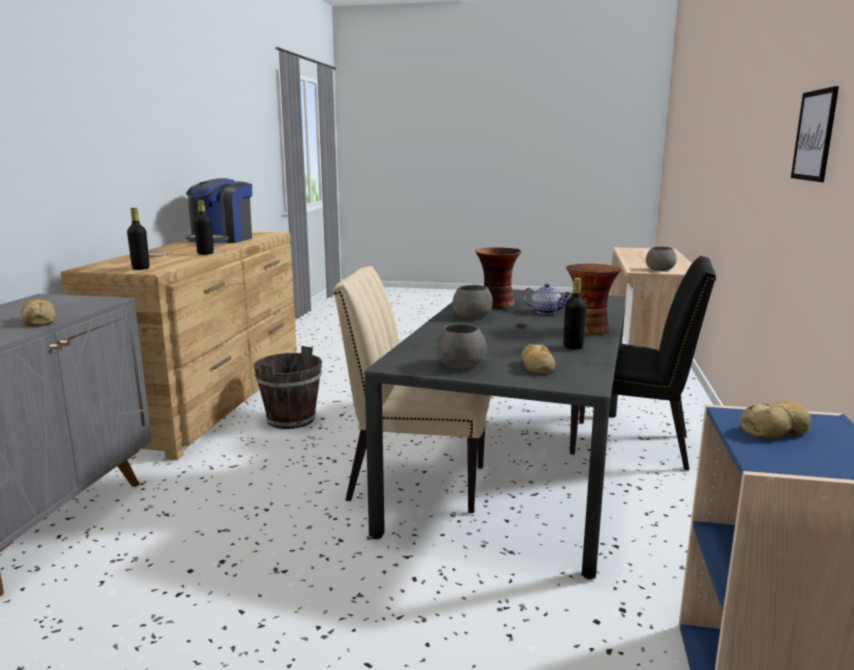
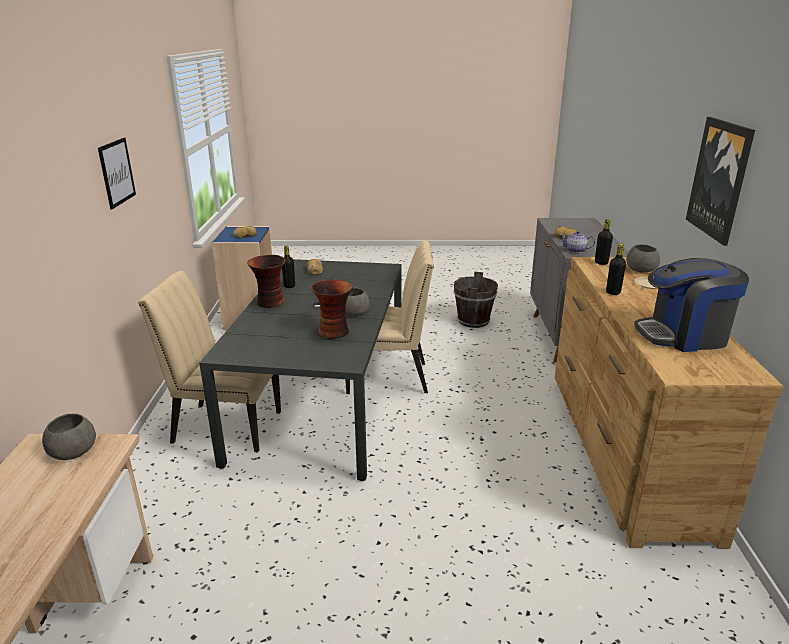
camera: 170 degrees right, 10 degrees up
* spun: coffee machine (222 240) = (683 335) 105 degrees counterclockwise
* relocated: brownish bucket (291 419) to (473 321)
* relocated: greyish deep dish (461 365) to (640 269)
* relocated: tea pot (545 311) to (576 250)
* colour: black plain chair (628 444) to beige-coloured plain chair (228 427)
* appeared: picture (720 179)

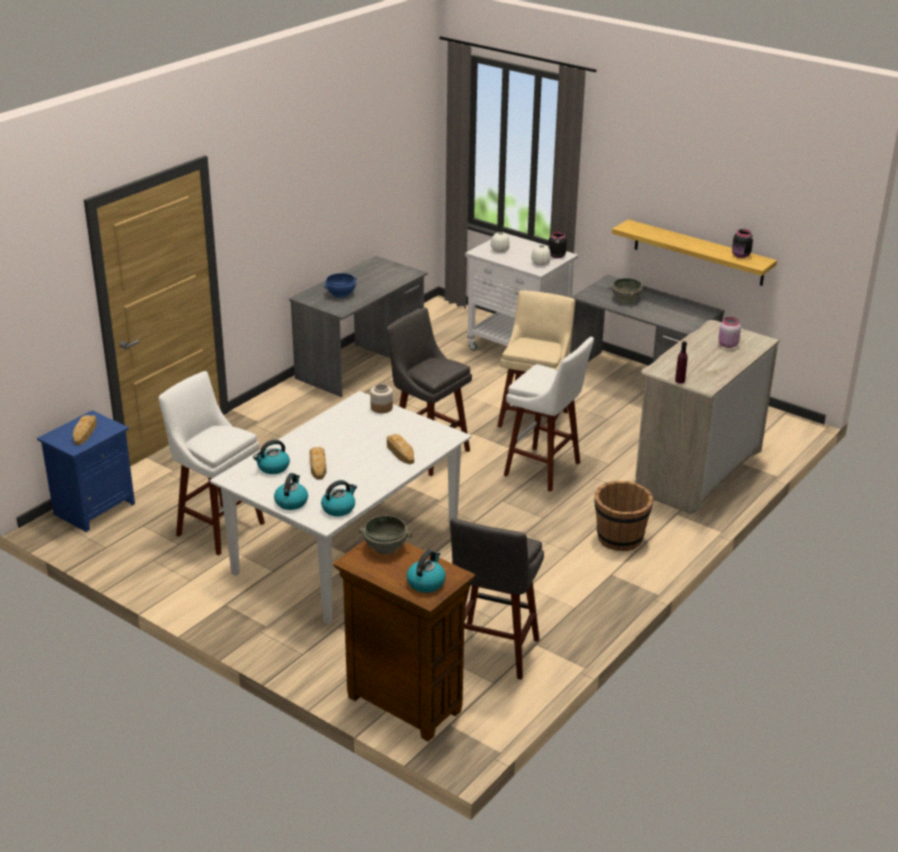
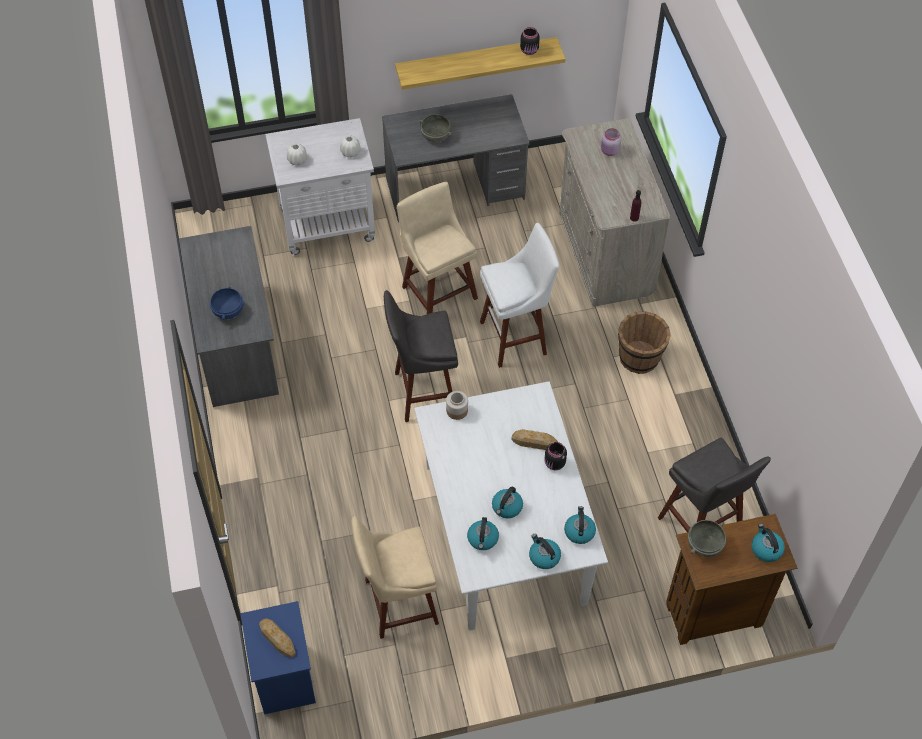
camera: 50 degrees left, 25 degrees up
* exchanged: white sitting stool (218 527) to beige-coloured plain chair (396 602)
* exchanged: bread (318 466) to kettle (507 507)
* relocated: black jar (556 256) to (554 464)

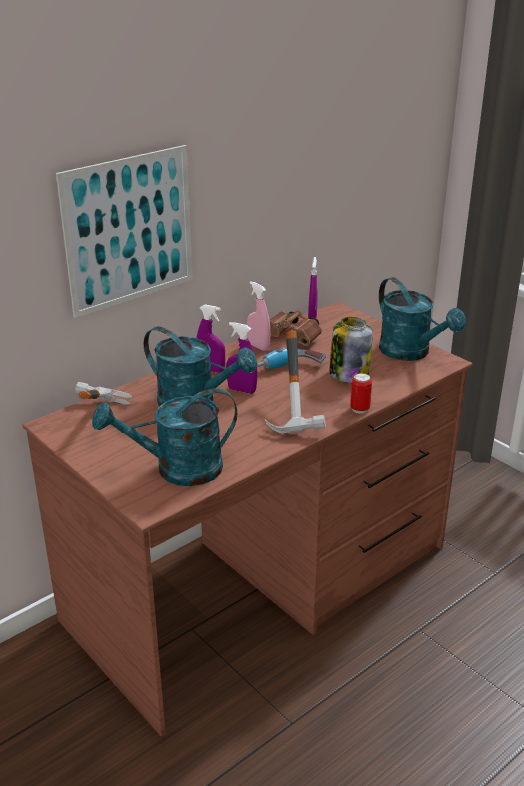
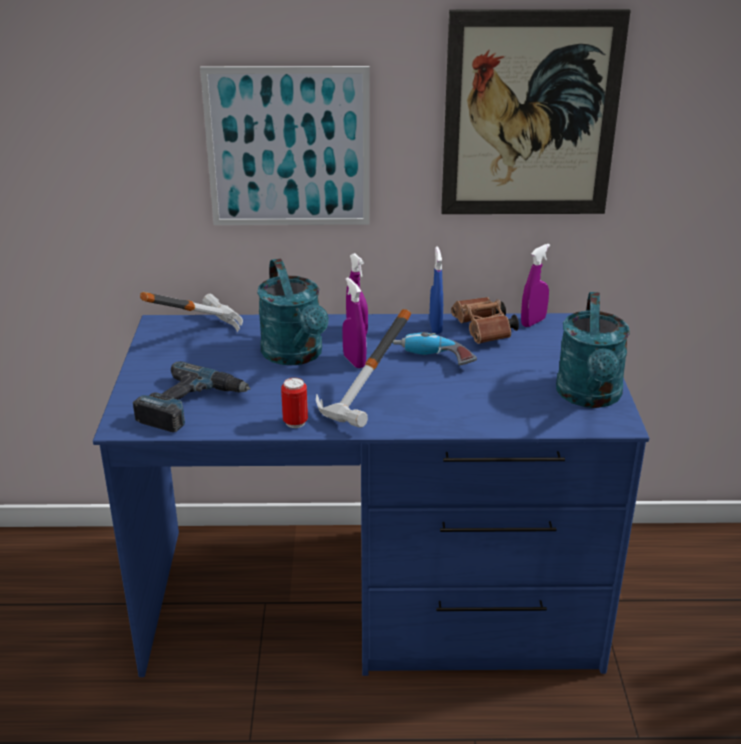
camera: 40 degrees right, 0 degrees up
* colour: brownish desk unit (262 583) to blue desk unit (372 599)
* exchanged: blue-green sprinkling can (177 470) to electric drill (191 406)
* colour: pink hand sprayer (258 346) to blue hand sprayer (435 327)
* missing: jar (348 374)
* relocated: metal can (360 409) to (295 422)
* appeared: picture (530 116)

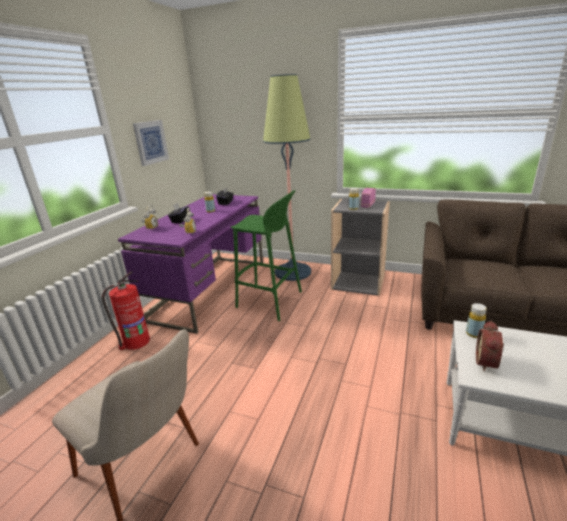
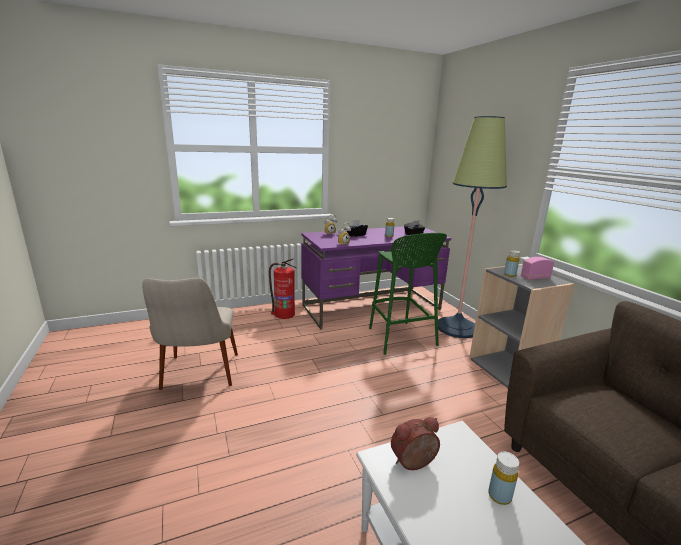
camera: 45 degrees right, 5 degrees down
* missing: picture (150 142)
* relocated: yellow drink bottle (473 333) to (499 496)

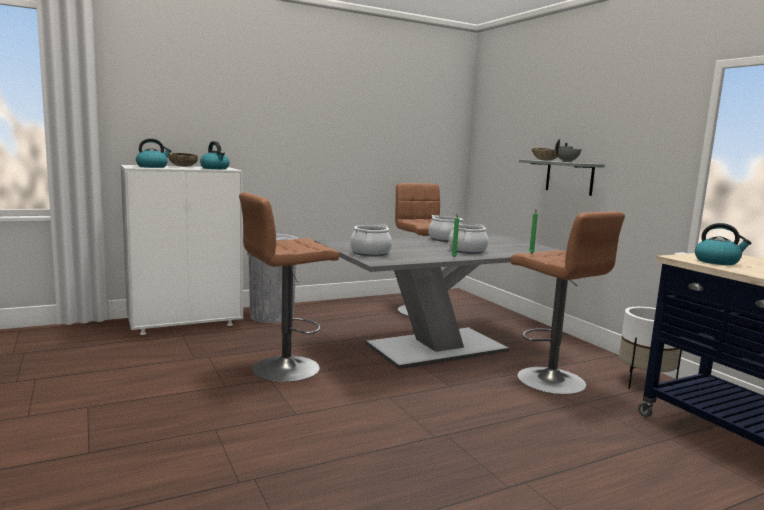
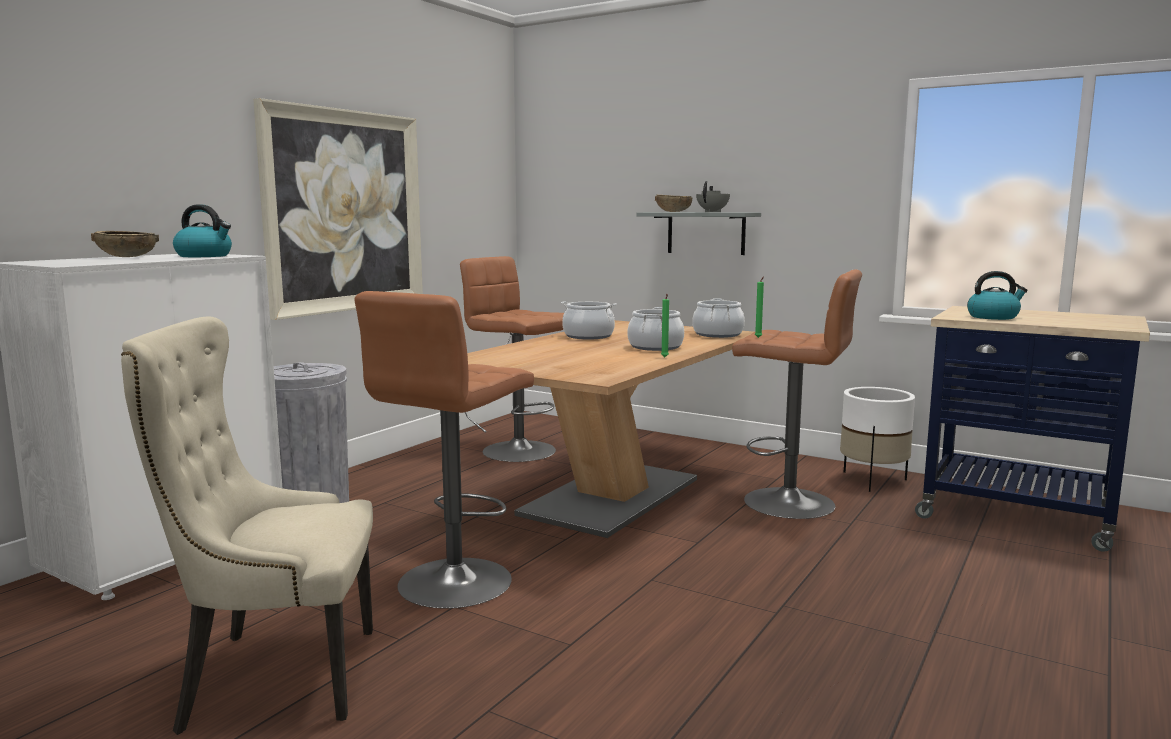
camera: 30 degrees left, 0 degrees up
* missing: kettle (152 167)
* colour: greyish dining table (437 347) to brownish dining table (611 496)
* relocated: cooking pot (370 253) to (718 334)
* appeared: beige-coloured plain chair (276 677)
* appeared: picture (345 211)

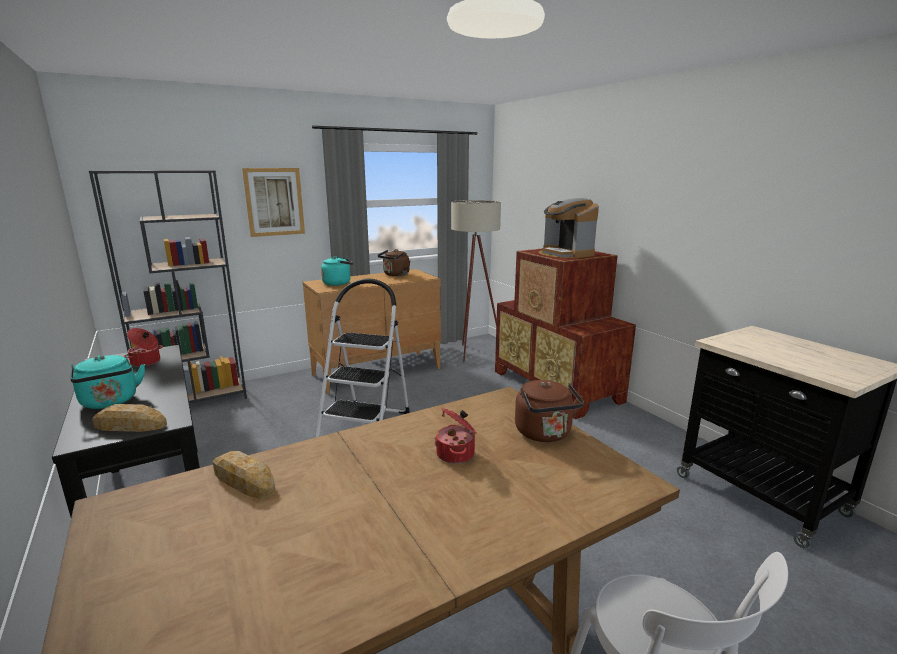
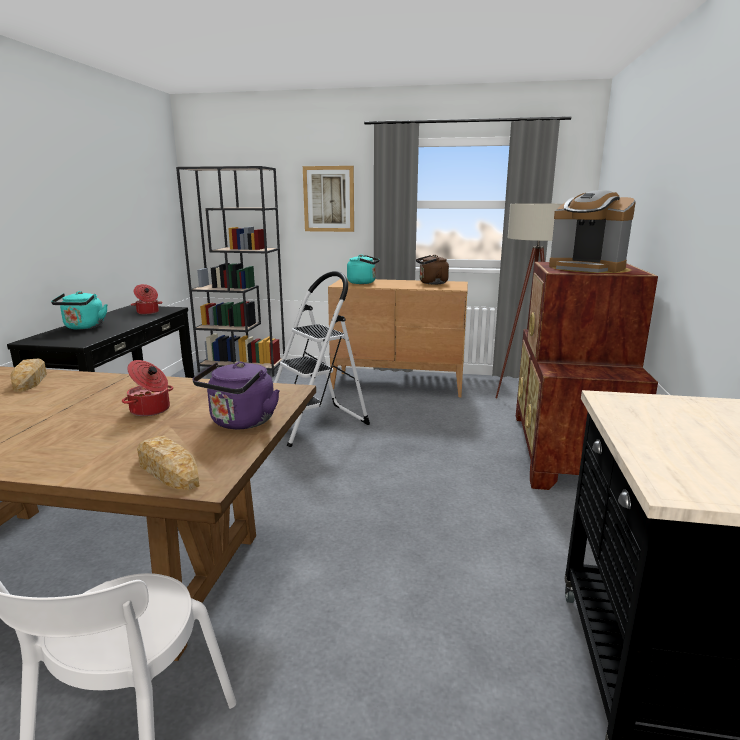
camera: 40 degrees right, 0 degrees up
* relocated: bread (130 425) to (168 470)
* colour: brownish kettle (545 434) to purplish kettle (241 423)
* spun: coffee machine (567 253) = (587 268) 60 degrees counterclockwise

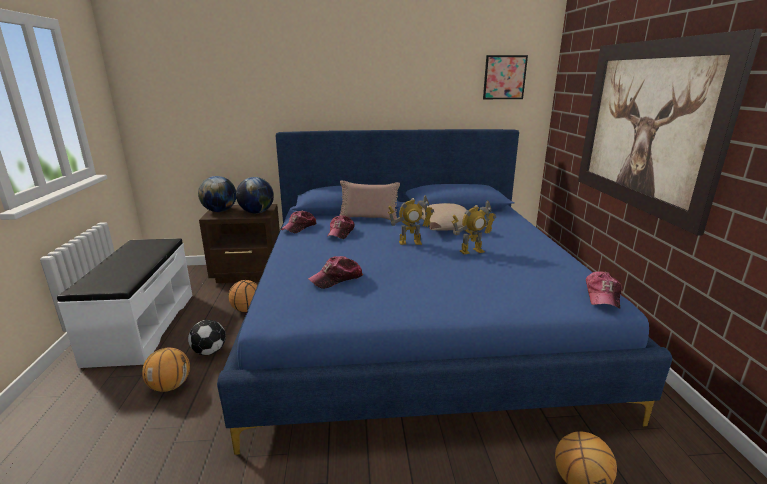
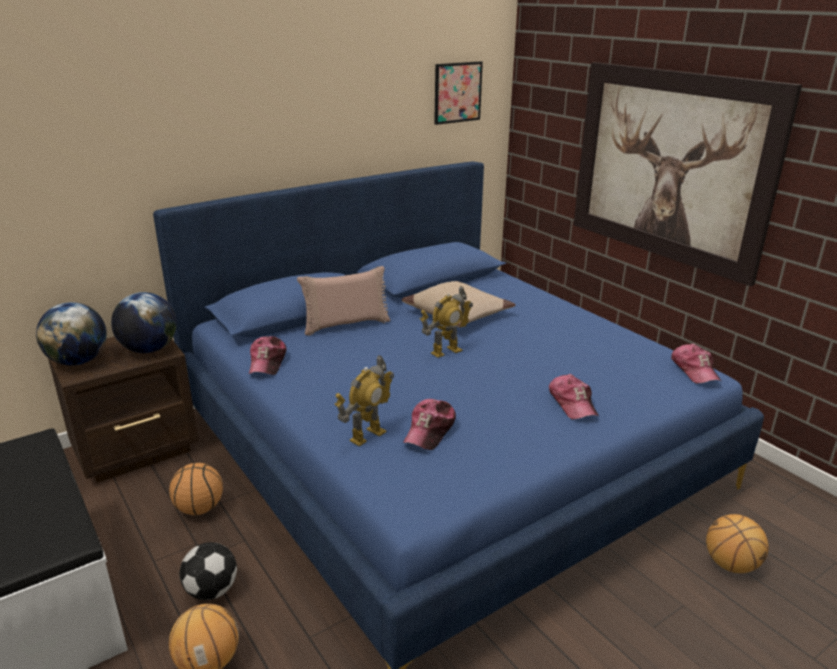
camera: 30 degrees left, 5 degrees up
* relocated: peaked cap (340 233) to (572 403)
* relocated: toy robot (471 251) to (367 435)

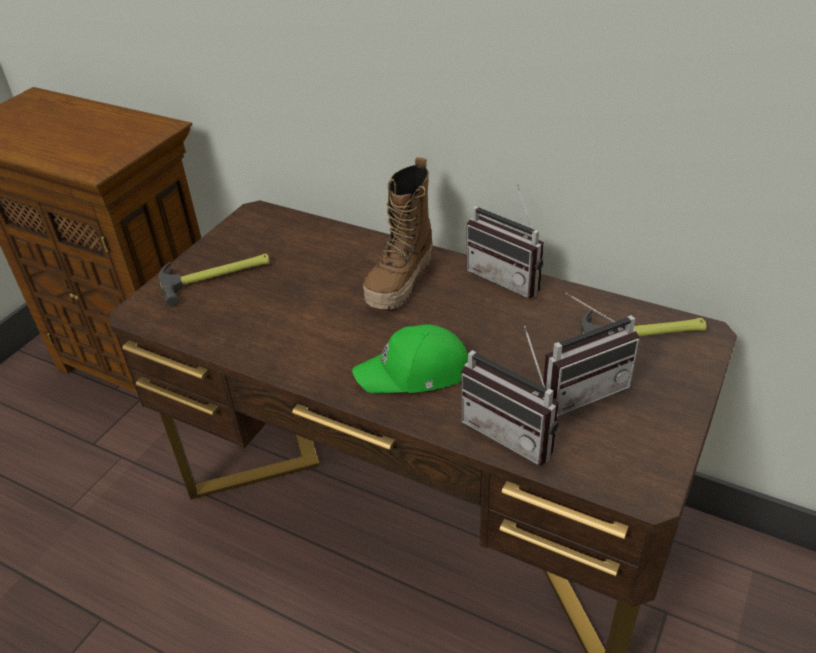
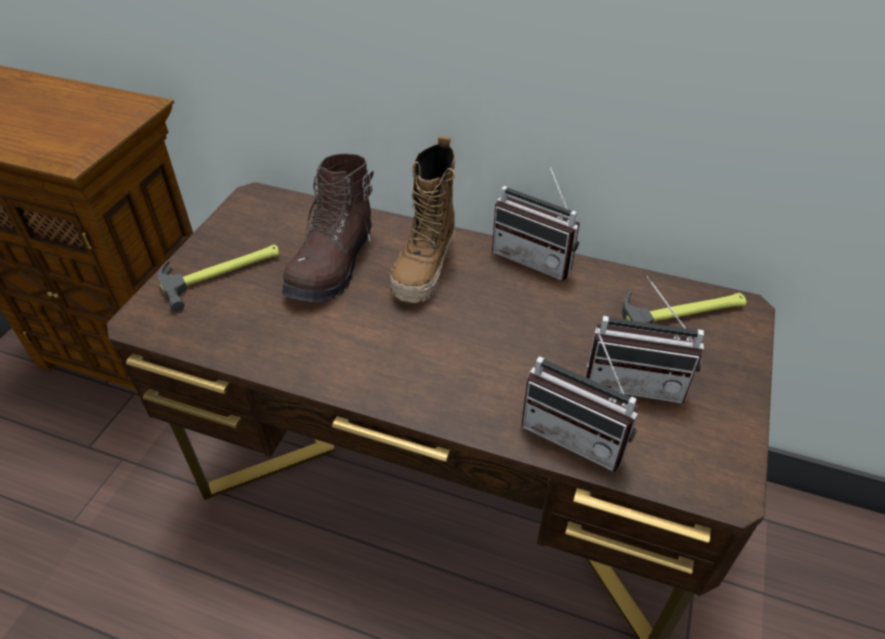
camera: 10 degrees left, 5 degrees up
* missing: green peaked cap (414 372)
* spun: radio receiver (580 389) = (635 380) 45 degrees clockwise
* appeared: brownish tall boot (334 264)

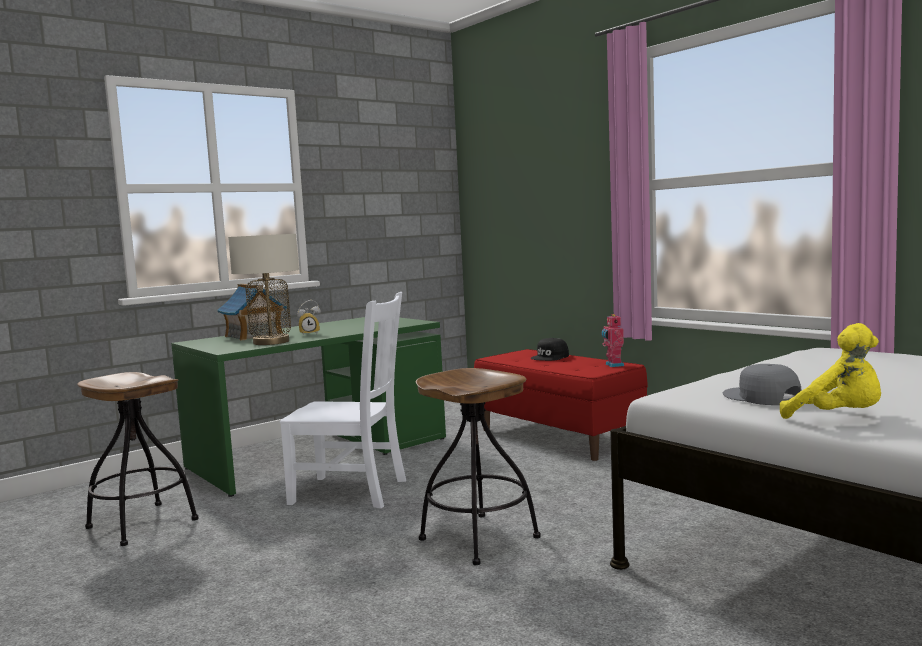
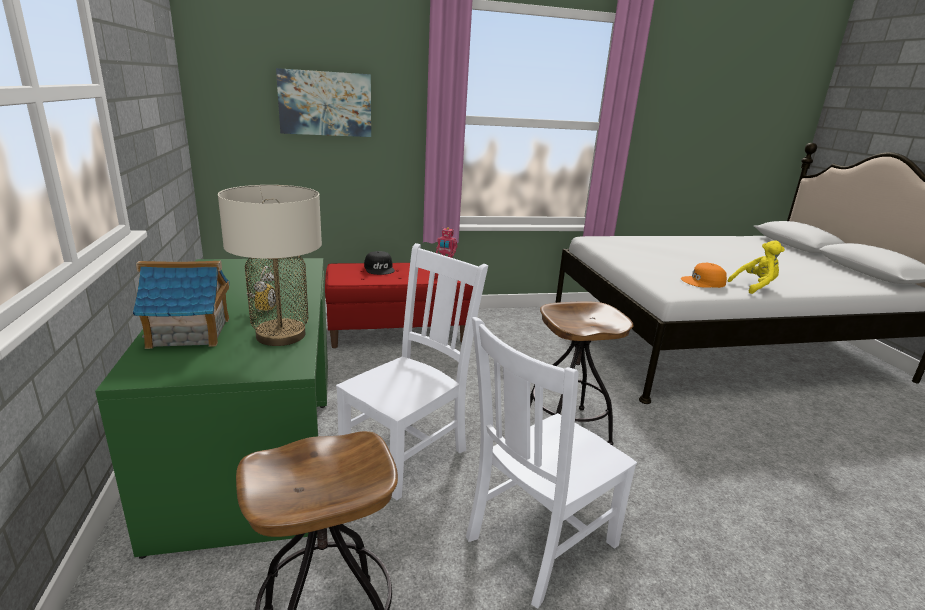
camera: 65 degrees left, 15 degrees up
* colour: greyish peaked cap (761 397) to orange peaked cap (703 282)
* appeared: picture (325 103)
* appeared: white plain chair (537 543)

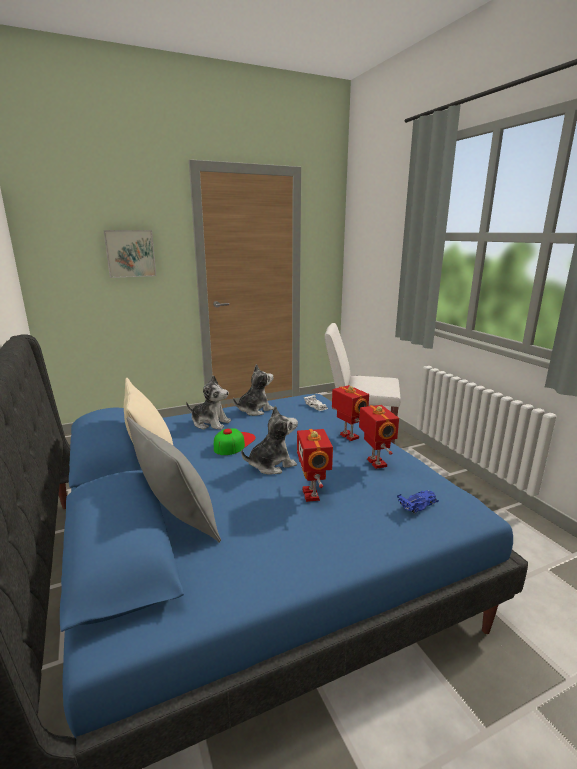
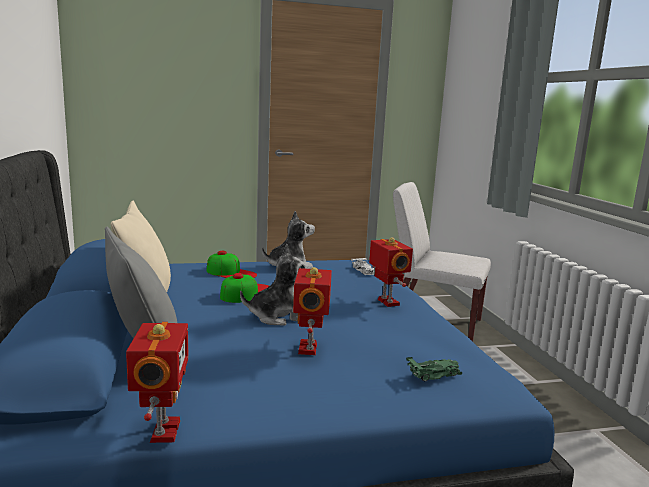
camera: 10 degrees right, 5 degrees down
* missing: picture (130 253)
* exchanged: plush toy (210 423) to peaked cap (231 273)
* relocated: toy robot (375 463) to (162 431)
* colour: blue toy car (418 504) to green toy car (434 373)

